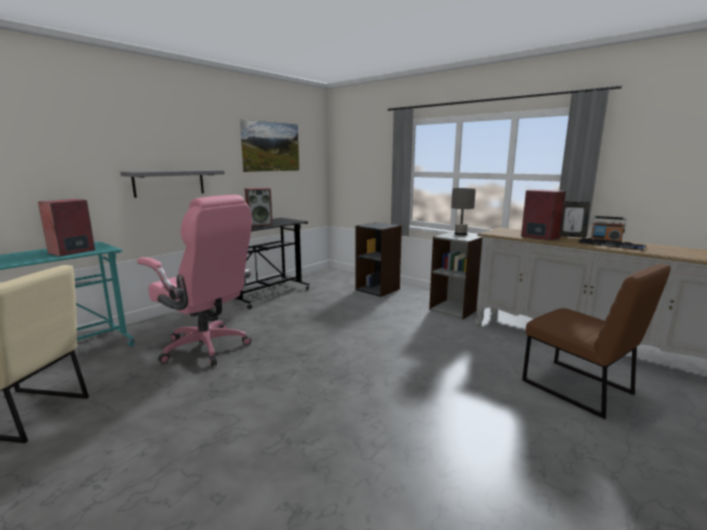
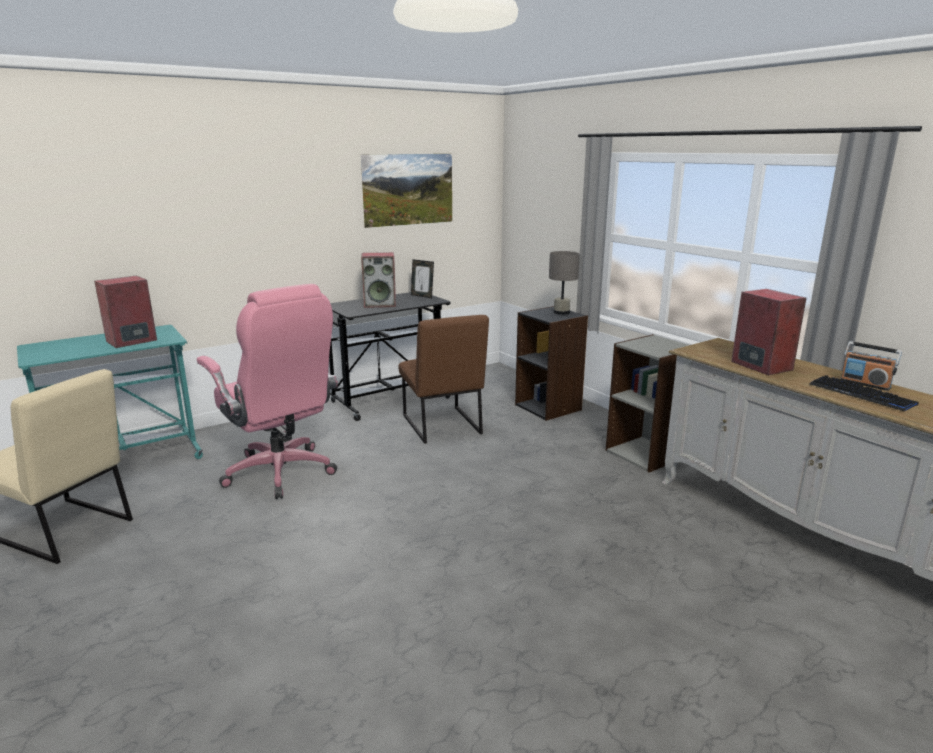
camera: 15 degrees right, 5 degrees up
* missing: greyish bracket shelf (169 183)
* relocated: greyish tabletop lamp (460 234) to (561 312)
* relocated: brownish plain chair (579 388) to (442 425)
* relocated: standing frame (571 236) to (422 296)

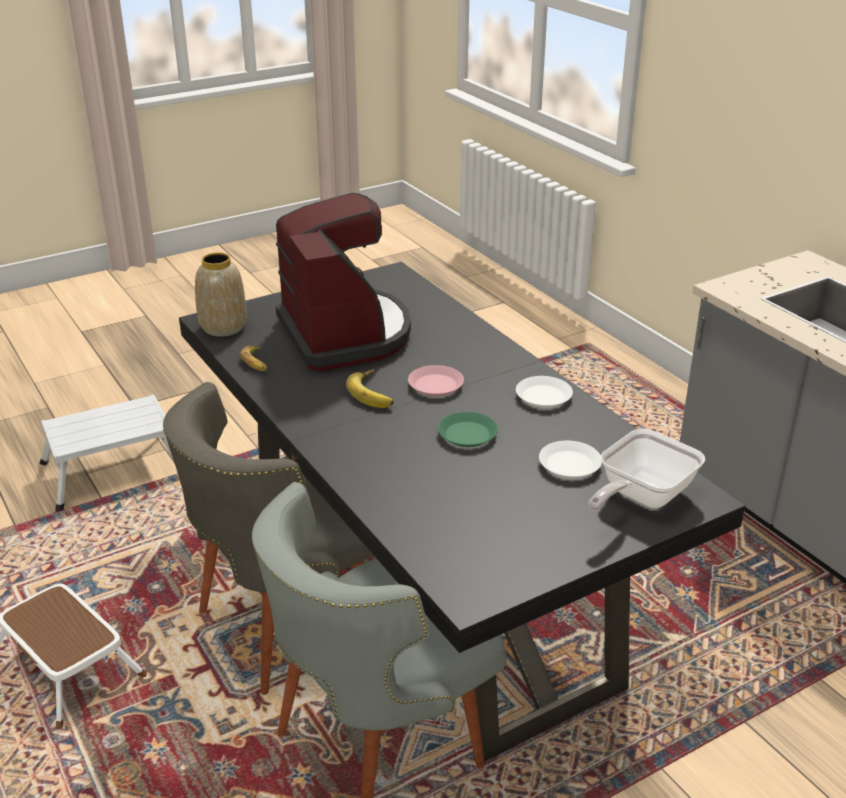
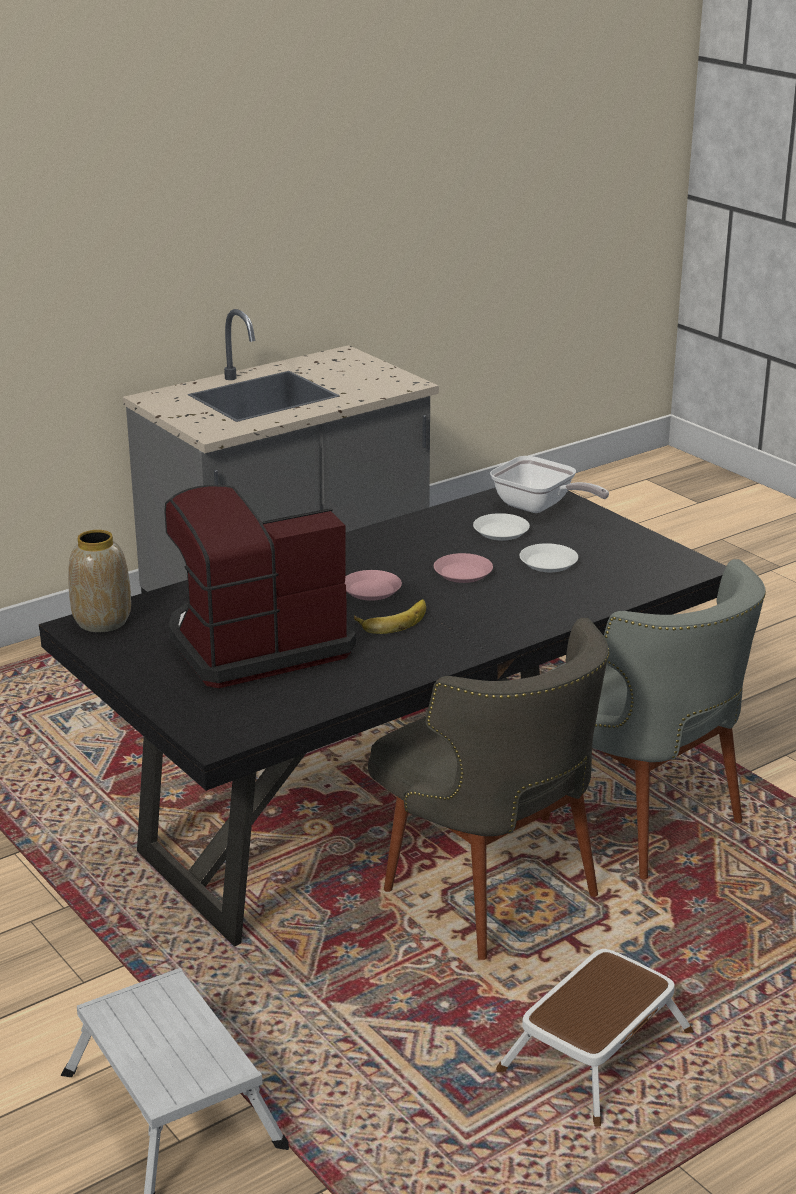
camera: 95 degrees left, 5 degrees down
* relocated: decorative vase (222 328) to (102 622)
* missing: whole banana (256 363)
* colour: green dinner plate (468 434) to pink dinner plate (462 573)
* relocated: white dinner plate (543 396) to (548 563)

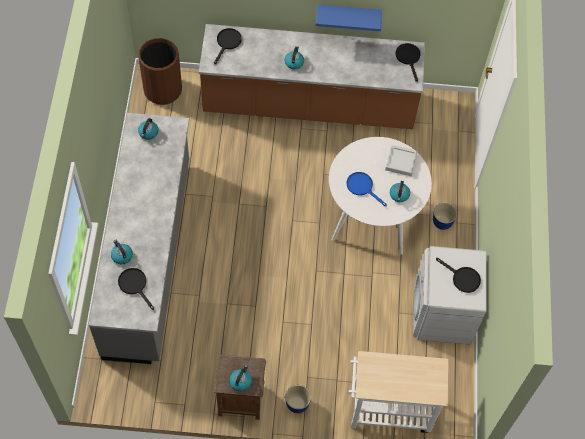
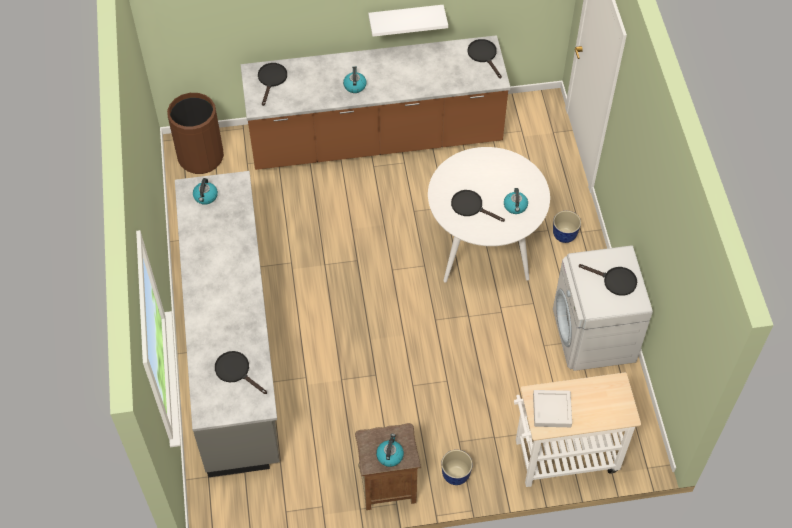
camera: 10 degrees left, 5 degrees down
* missing: kettle (122 256)
* colour: blue bracket shelf (349 14) to white bracket shelf (405 17)
* colour: blue frying pan (362 187) to black frying pan (471 206)
* relocated: greyish tray (401 162) to (552 410)

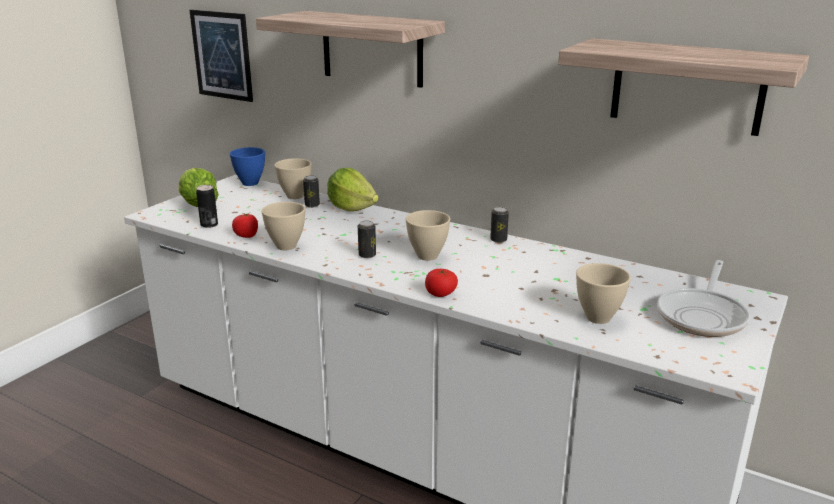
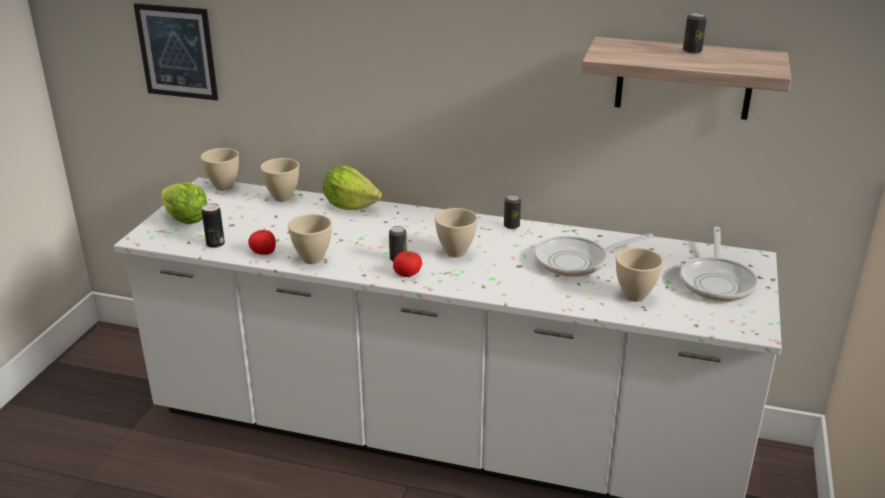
camera: 15 degrees left, 5 degrees up
* colour: blue deep dish (249 183) to beige-coloured deep dish (222 187)
* missing: bracket shelf (372 48)
* relocated: metal can (312 205) to (692 51)
* relocated: whole tomato (441 294) to (407 274)
* appeared: frying pan (577 261)

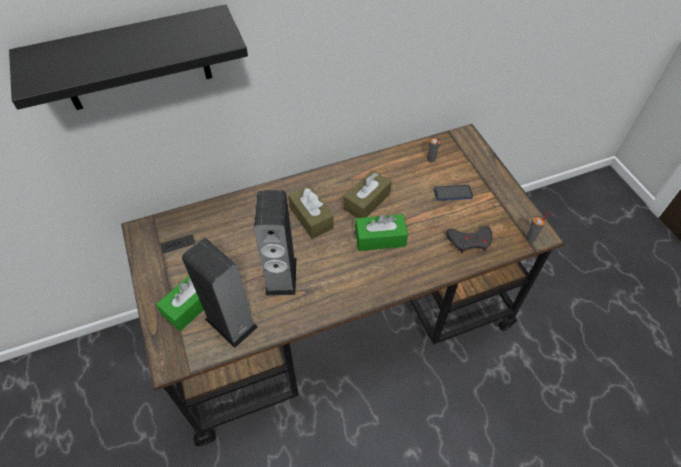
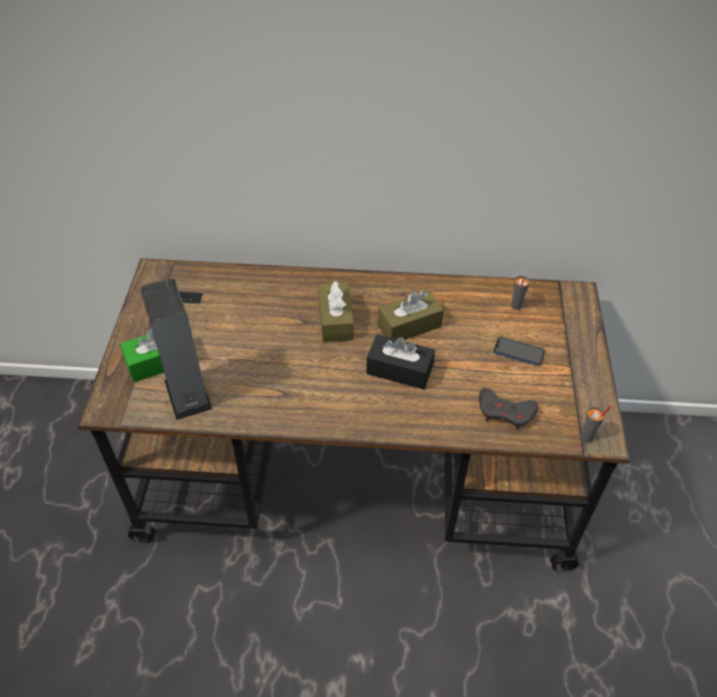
camera: 25 degrees right, 5 degrees down
* missing: black bracket shelf (134 60)
* missing: speaker (281 276)
* colour: green tissue holder (380 238) to black tissue holder (399 370)

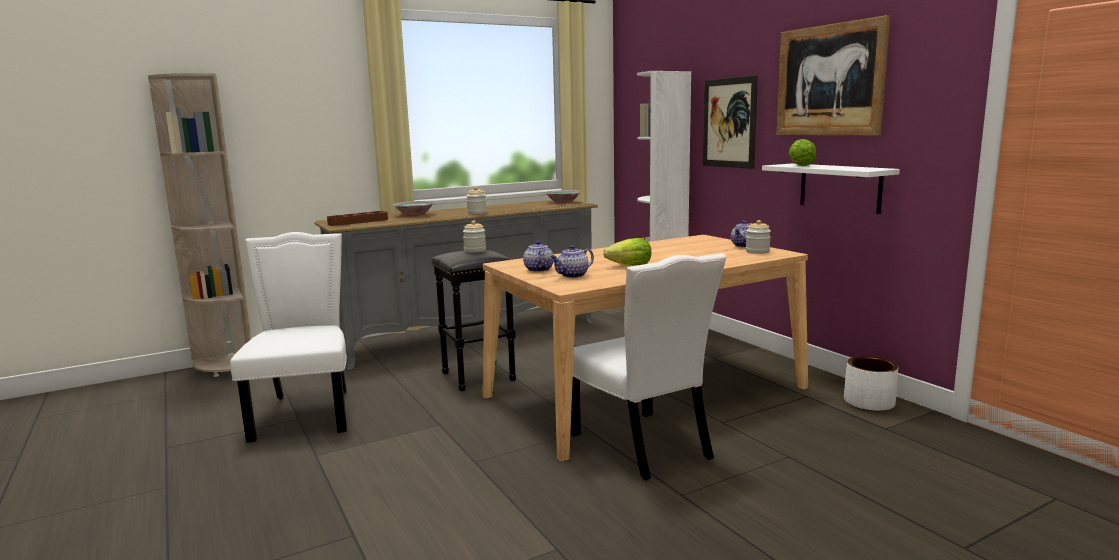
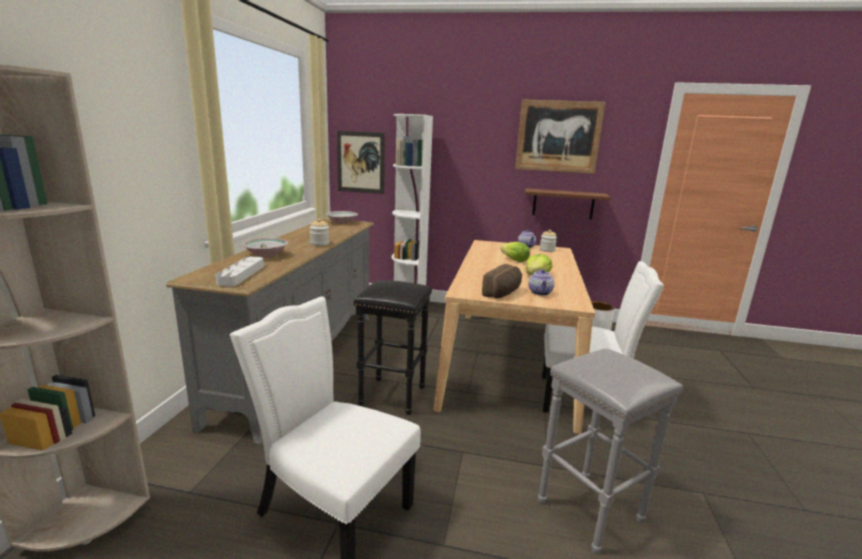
camera: 50 degrees left, 5 degrees up
* colour: brownish tray (358 222) to greyish tray (241 274)
* missing: jar (475 250)
* exchanged: tea pot (538 269) to bread (503 293)
* relocated: picture (729 123) to (360 162)
* colour: white bracket shelf (840 187) to brownish bracket shelf (563 204)
* relocated: lettuce head (800 165) to (514 260)
* appeared: greyish sitting stool (587 510)

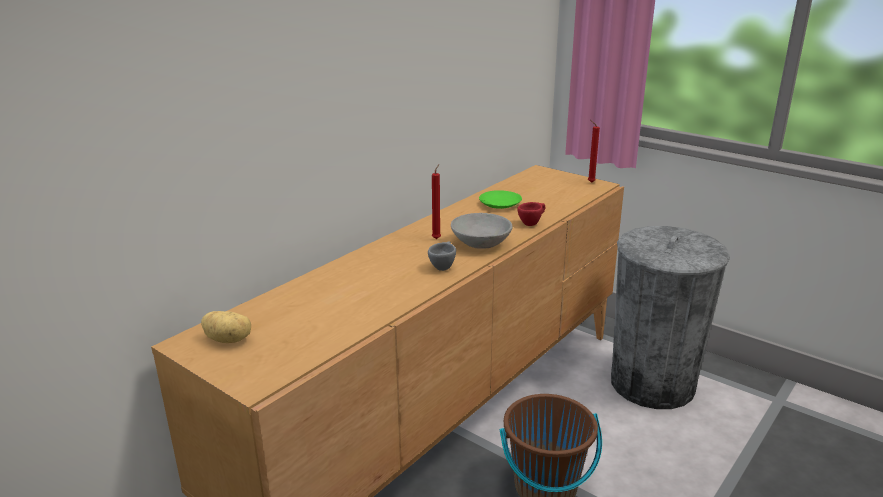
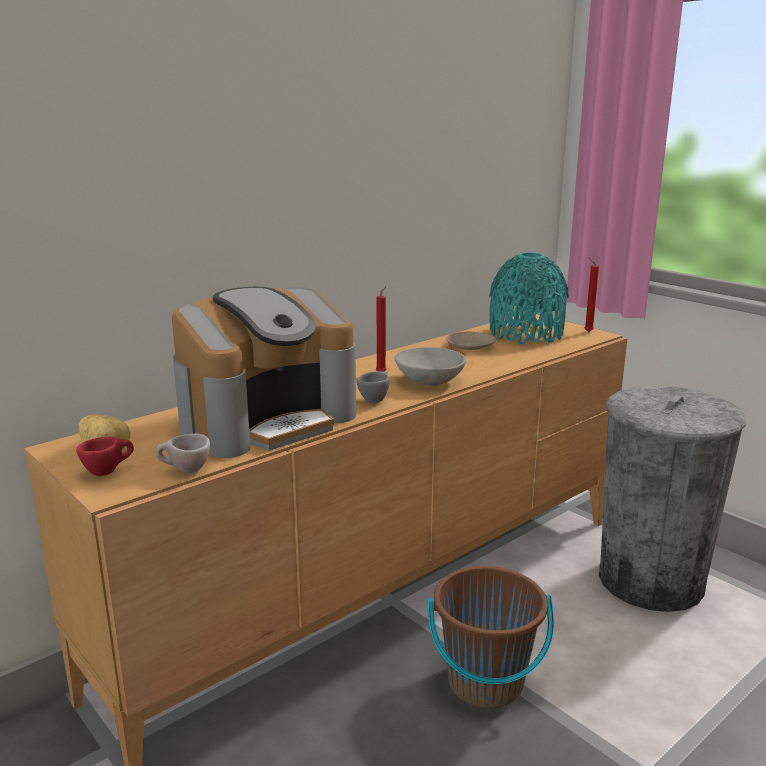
camera: 10 degrees right, 5 degrees down
* colour: green dinner plate (500 204) to beige-coloured dinner plate (470 346)
* relocated: red drinking cup (532 223) to (108 471)
* appeared: beige-coloured drinking cup (185 471)
* appeared: coffee machine (267 420)
* appeared: blue-green decorative vase (526 334)

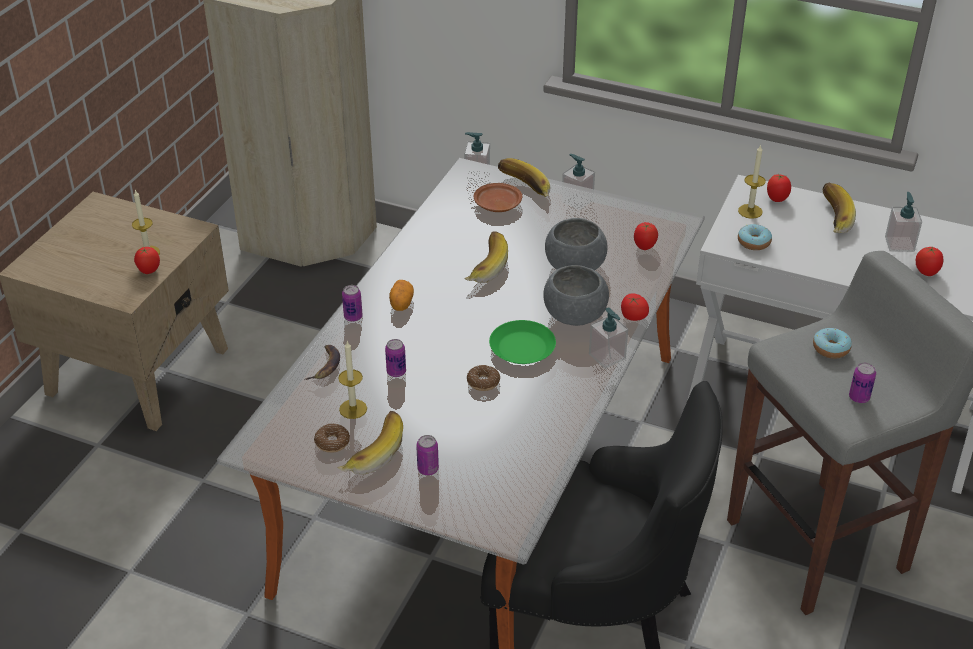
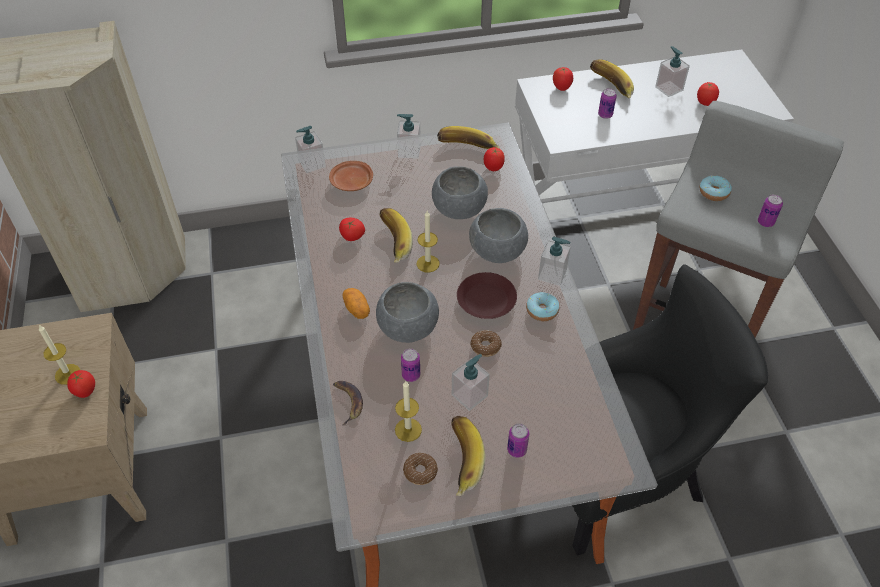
camera: 35 degrees left, 10 degrees up
* relocated: metal can (353 317) to (605 115)
* colour: green dinner plate (521 348) to brownish dinner plate (486 300)
* relocated: whole banana (523 188) to (467 149)
* relocated: whole tomato (633 317) to (352 236)
* relocated: wax light (750 211) to (428 263)
* relocated: donut (753 242) to (542 311)
* appeared: greyish deep dish (407 327)
* appeared: liquid soap bottle (469 395)

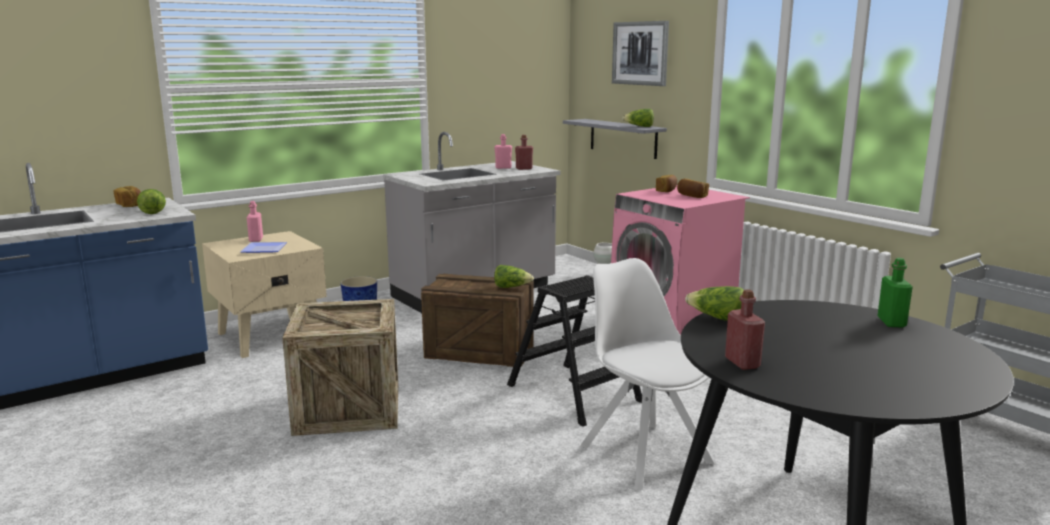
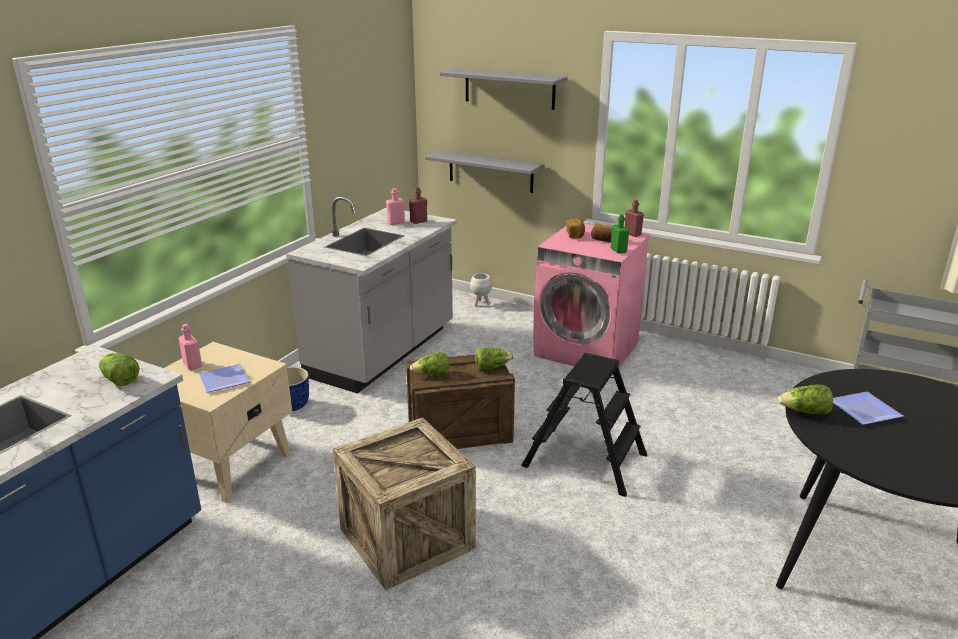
camera: 25 degrees left, 10 degrees up
* missing: bread (130 205)
* missing: white plain chair (644 453)
* exchanged: picture (640 53) to greyish bracket shelf (509 88)
* relocated: lettuce head (639 126) to (432 374)
* relocated: red drink bottle (742 363) to (632 234)
* relocated: green drink bottle (891 322) to (618 250)
* appeared: dinner plate (864 409)

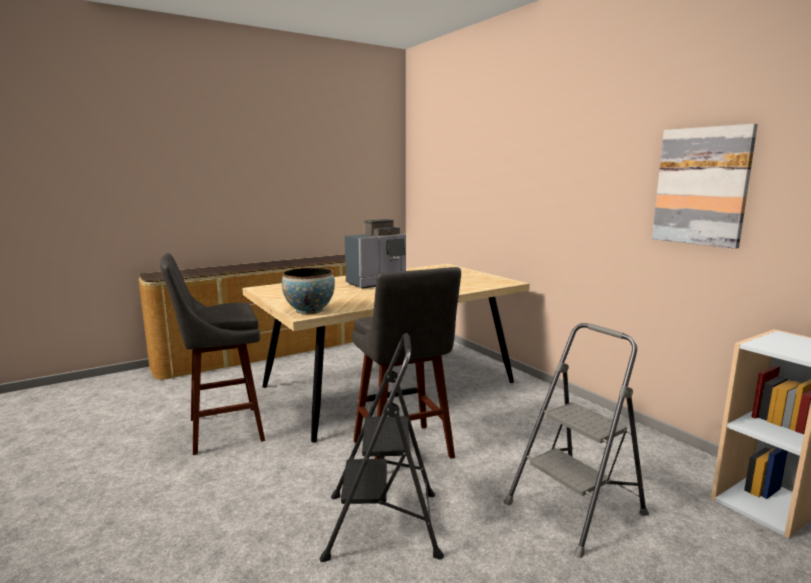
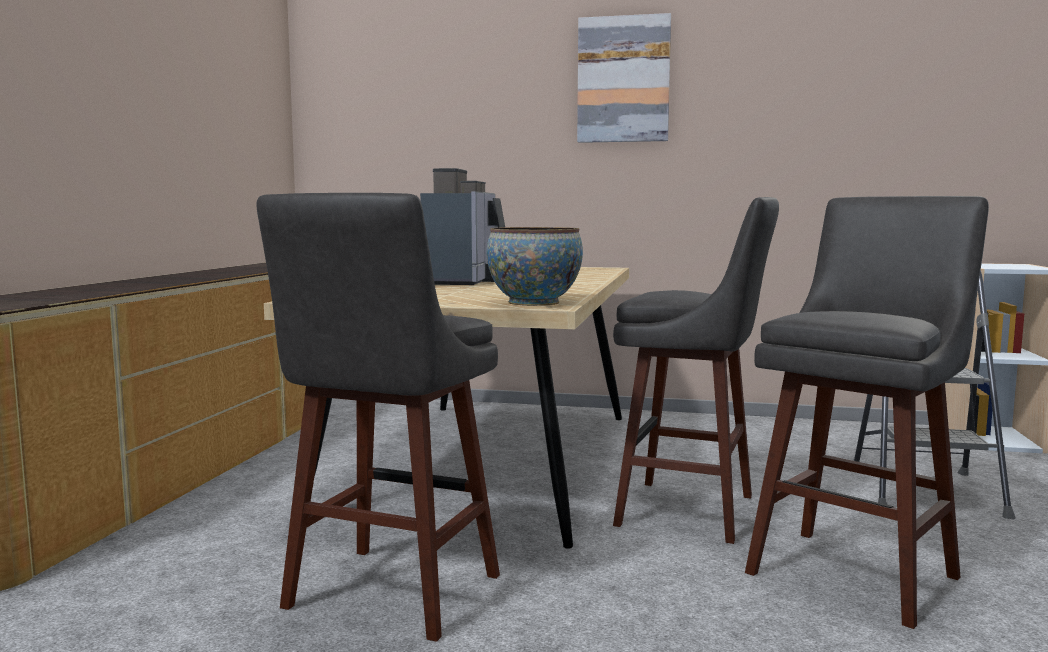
camera: 45 degrees left, 5 degrees down
* exchanged: black stepladder (387 524) to greyish sitting stool (856 573)
* relocated: picture (701 186) to (623 80)

